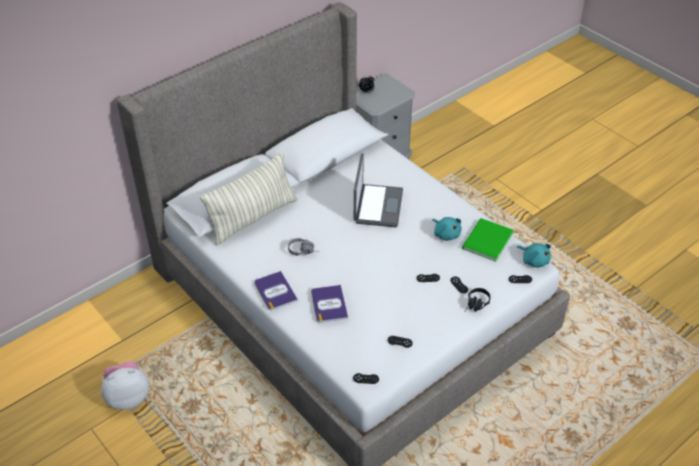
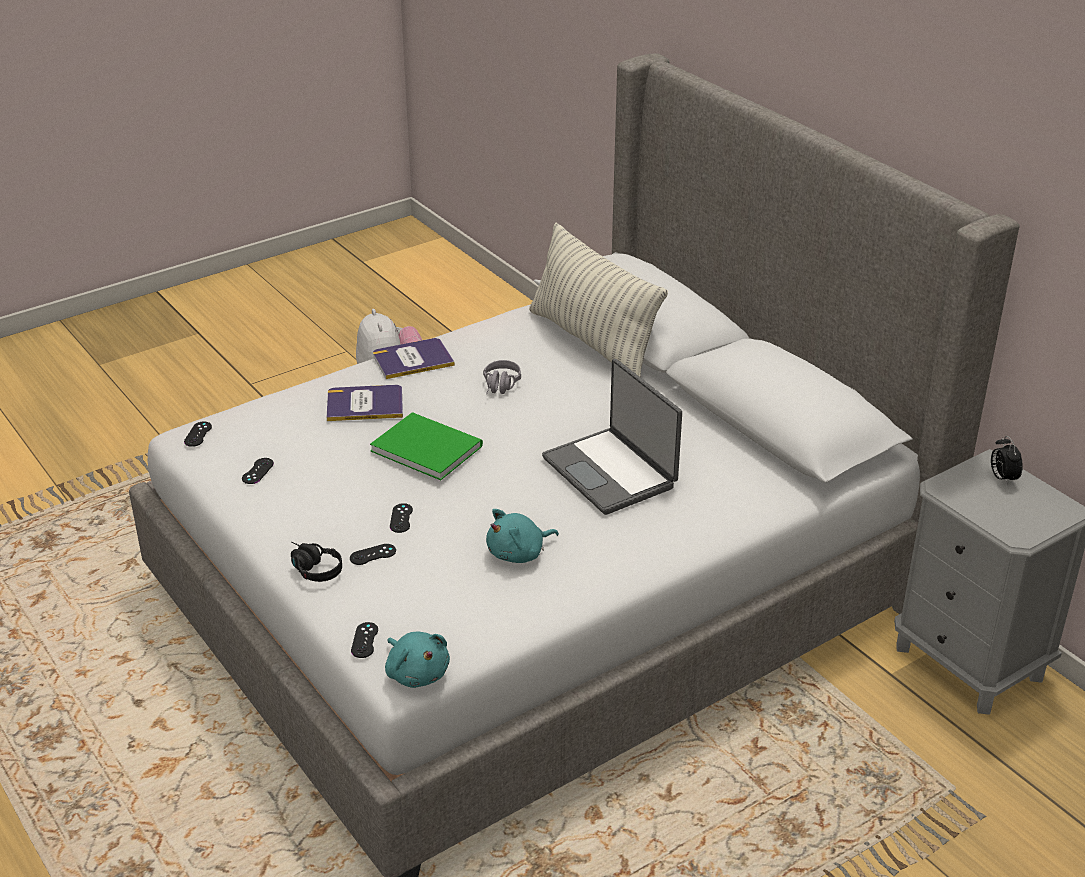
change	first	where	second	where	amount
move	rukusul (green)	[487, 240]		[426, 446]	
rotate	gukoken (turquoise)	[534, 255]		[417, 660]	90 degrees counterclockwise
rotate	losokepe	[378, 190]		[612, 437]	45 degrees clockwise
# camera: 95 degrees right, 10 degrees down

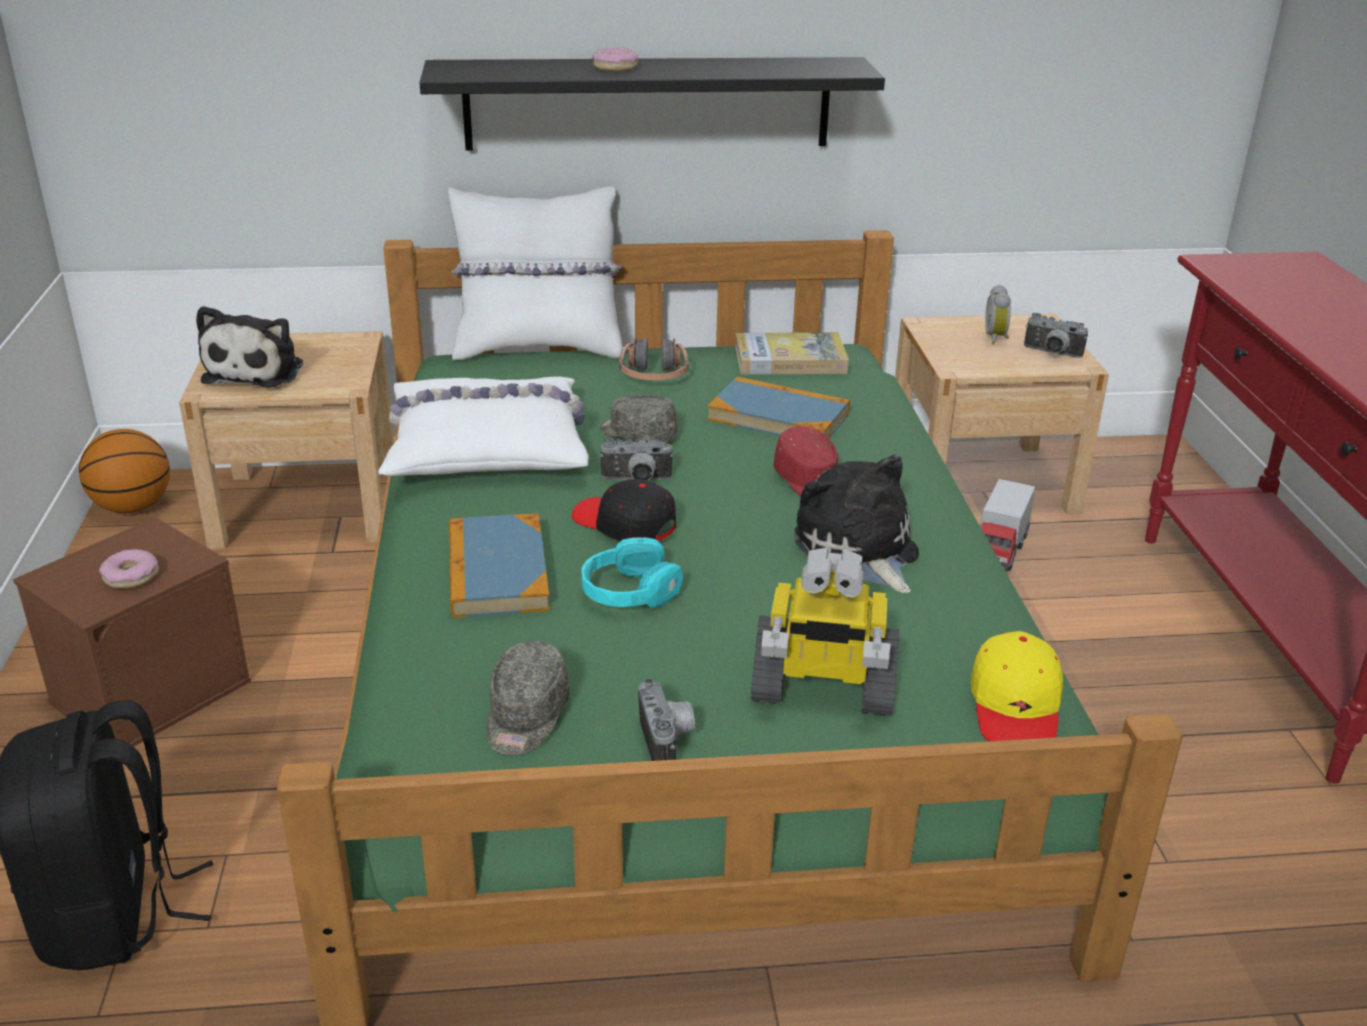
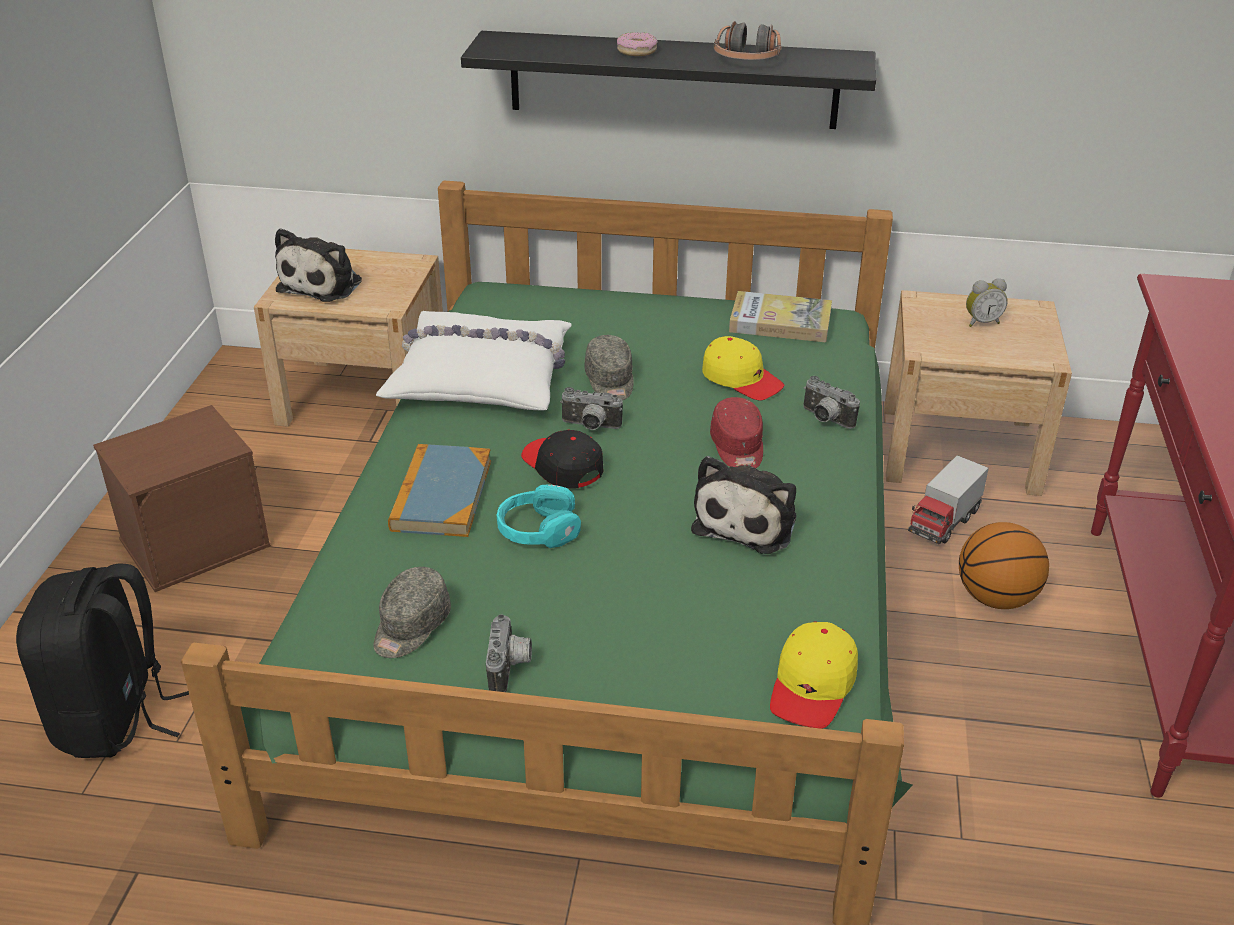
change	first	where	second	where	amount
rotate	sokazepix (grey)	[638, 418]		[609, 367]	150 degrees counterclockwise
rotate	gukoken	[856, 523]		[743, 505]	150 degrees counterclockwise
replace	rukusul	[778, 407]	sokazepix (yellow)	[743, 368]	
move	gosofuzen	[654, 359]		[747, 40]	
move	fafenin	[1056, 335]		[831, 402]	
move	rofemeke	[124, 471]		[1004, 565]	
rotate	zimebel	[998, 314]		[987, 302]	120 degrees counterclockwise
delete	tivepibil	[129, 569]			
delete	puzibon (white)	[535, 273]			
delete	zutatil	[825, 631]			
# camera: 15 degrees right, 5 degrees up

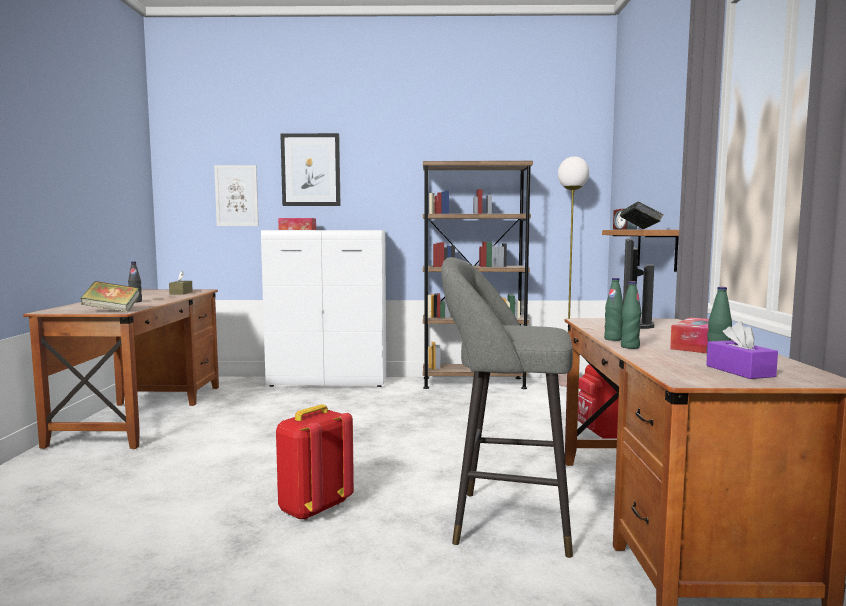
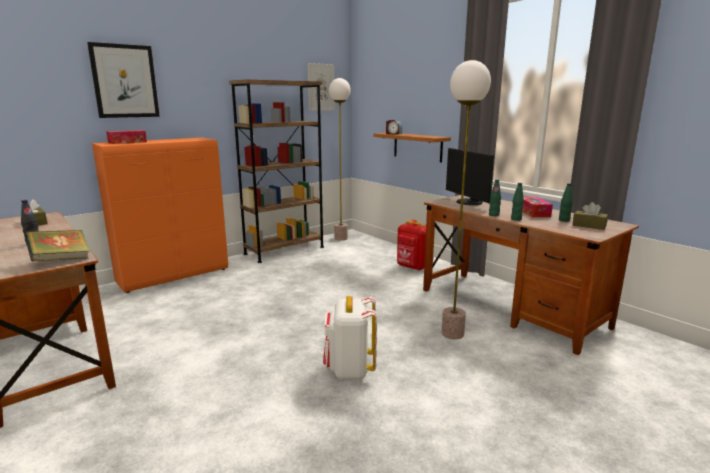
change	first	where	second	where	amount
recolor	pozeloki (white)	[323, 308]	pozeloki (orange)	[160, 215]	
move	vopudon	[236, 195]		[321, 87]	
recolor	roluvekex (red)	[315, 462]	roluvekex (white)	[350, 338]	
replace	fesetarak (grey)	[507, 407]	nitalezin	[466, 199]	
recolor	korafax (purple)	[742, 350]	korafax (brown)	[590, 216]	
delete	rukusul	[642, 215]			
# camera: 40 degrees left, 10 degrees up

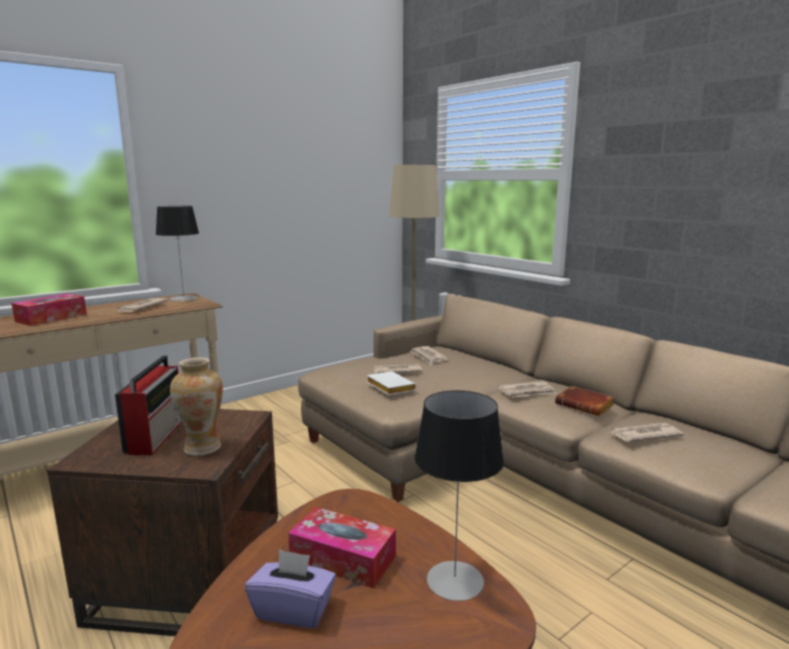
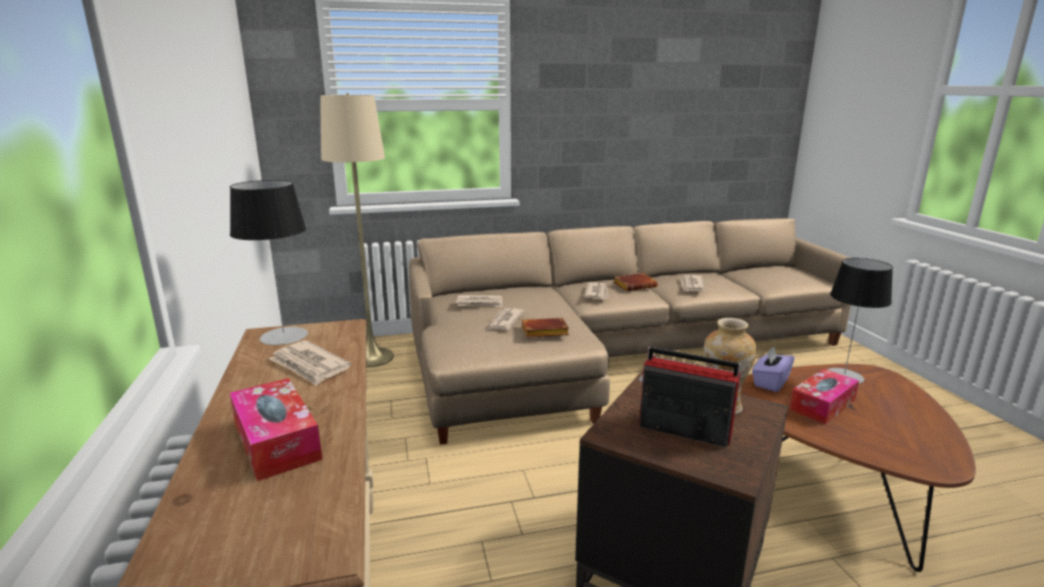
change	first	where	second	where	amount
recolor	rukusul (white)	[391, 383]	rukusul (brown)	[545, 327]	
move	korafax (purple)	[290, 588]		[773, 369]	
# camera: 65 degrees left, 5 degrees up

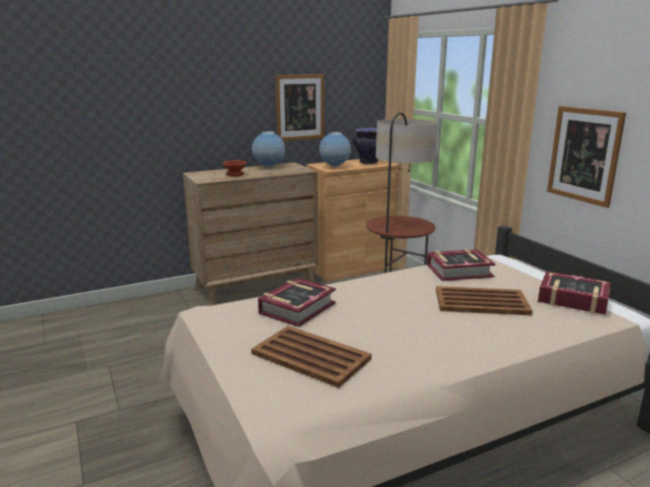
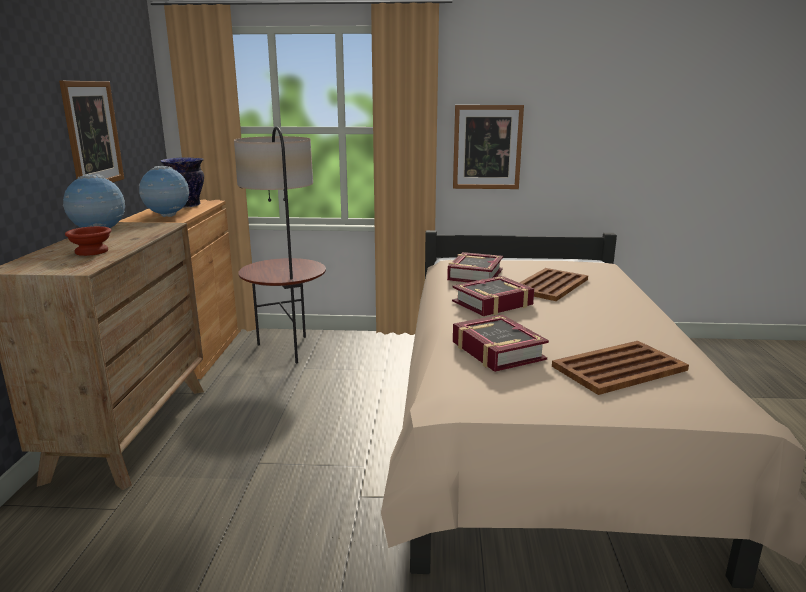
change	first	where	second	where	amount
move	rukusul	[574, 293]		[493, 296]	
# camera: 60 degrees left, 0 degrees up

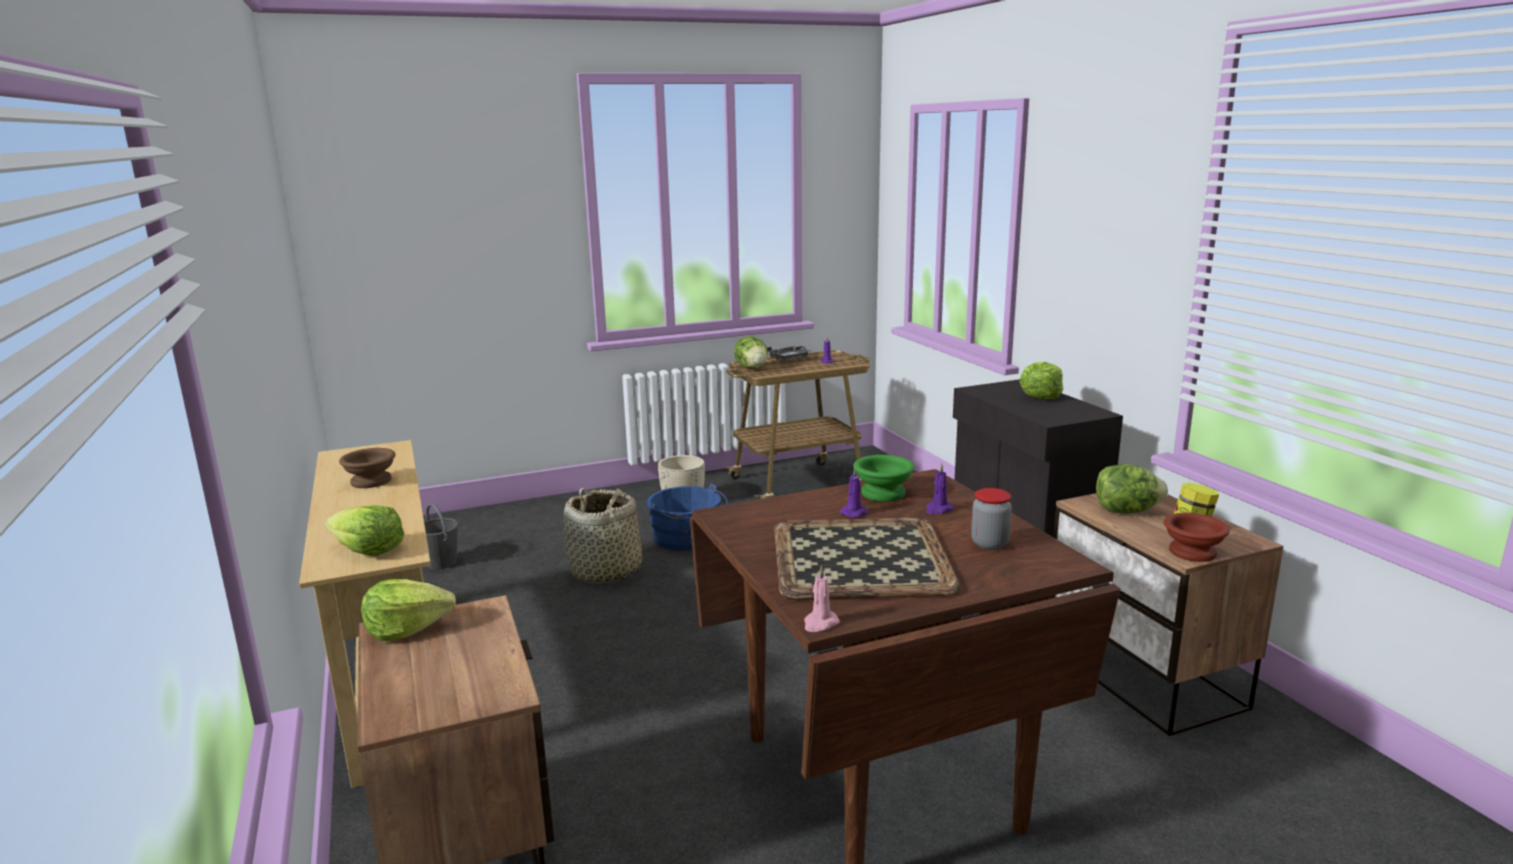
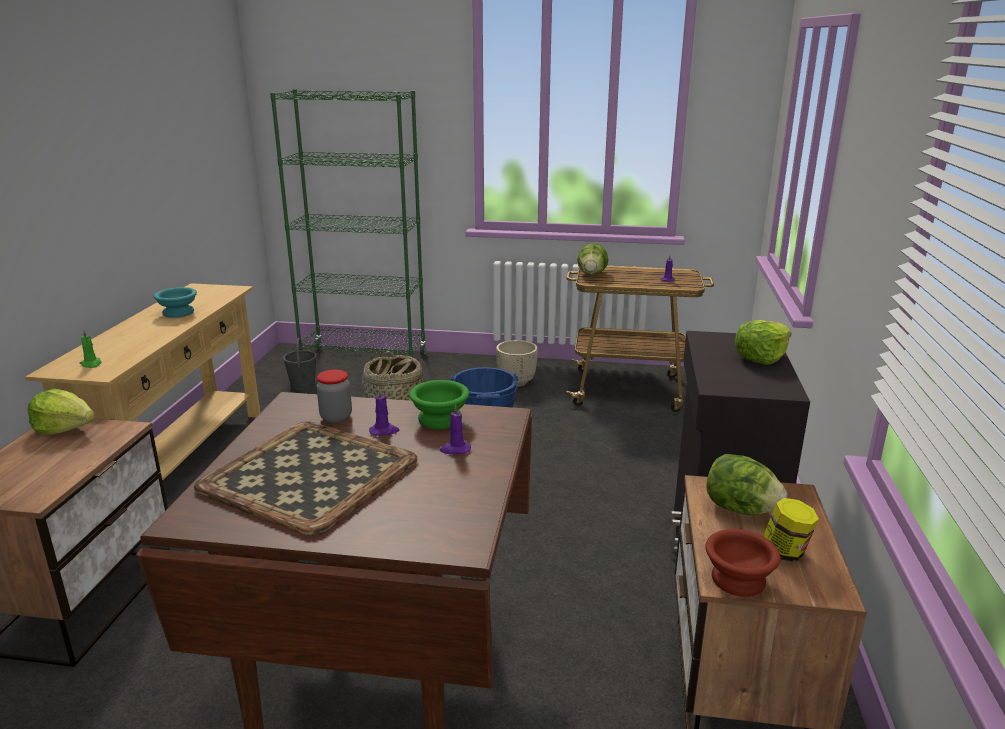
change	first	where	second	where	amount
replace	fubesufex	[364, 530]	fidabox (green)	[90, 348]	
recolor	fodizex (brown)	[367, 468]	fodizex (turquoise)	[175, 302]	
insert			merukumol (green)	[348, 223]	
move	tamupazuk	[991, 519]		[334, 396]	
delete	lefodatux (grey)	[789, 353]			
delete	fidabox (pink)	[822, 598]			
# camera: 30 degrees right, 5 degrees up

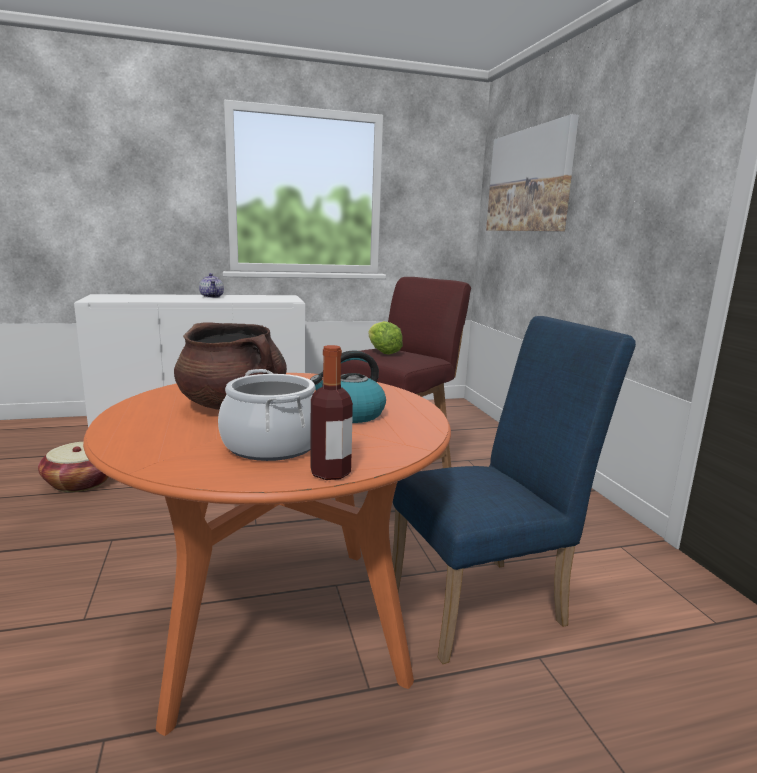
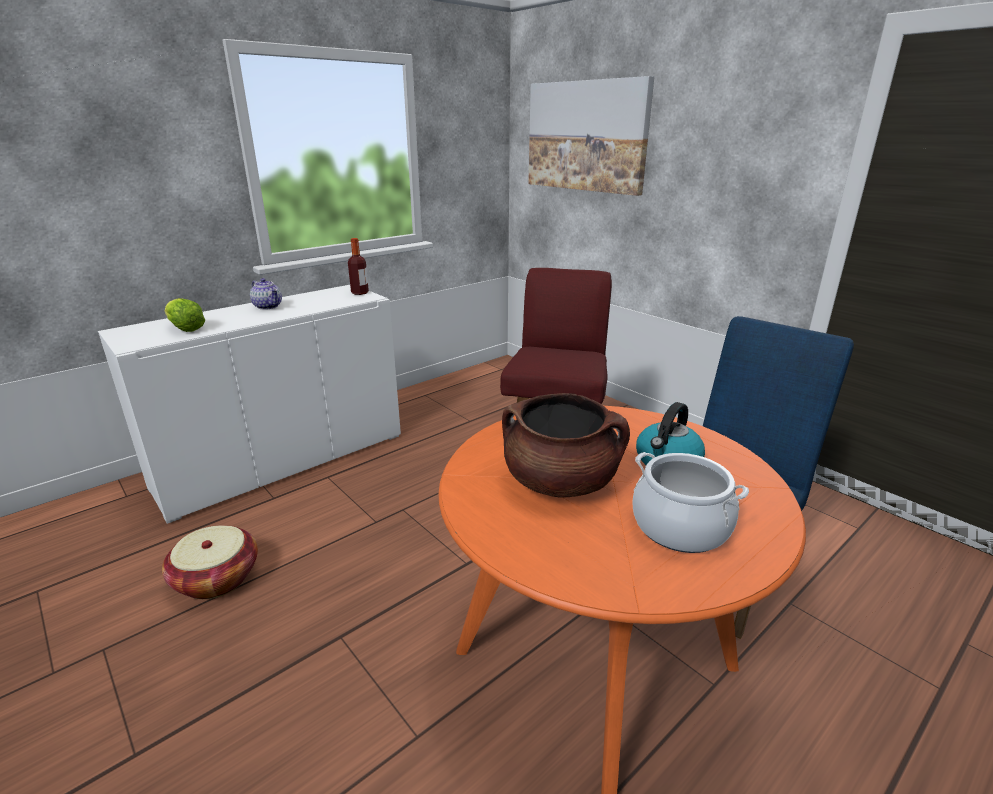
change	first	where	second	where	amount
move	fubesufex	[386, 338]		[185, 315]	
move	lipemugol	[332, 412]		[358, 266]	
# camera: 25 degrees left, 10 degrees up

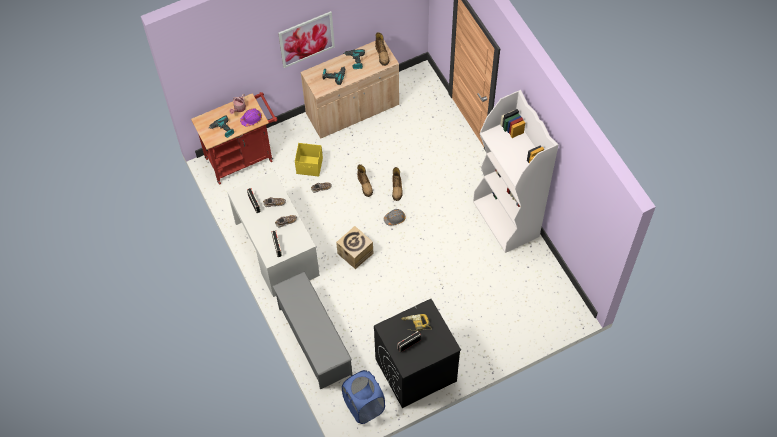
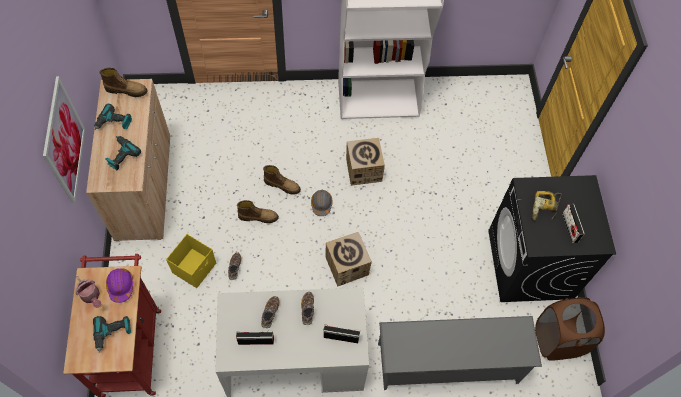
change	first	where	second	where	amount
insert			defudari	[365, 162]	
recolor	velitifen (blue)	[363, 397]	velitifen (brown)	[570, 329]	
# camera: 70 degrees left, 0 degrees up

